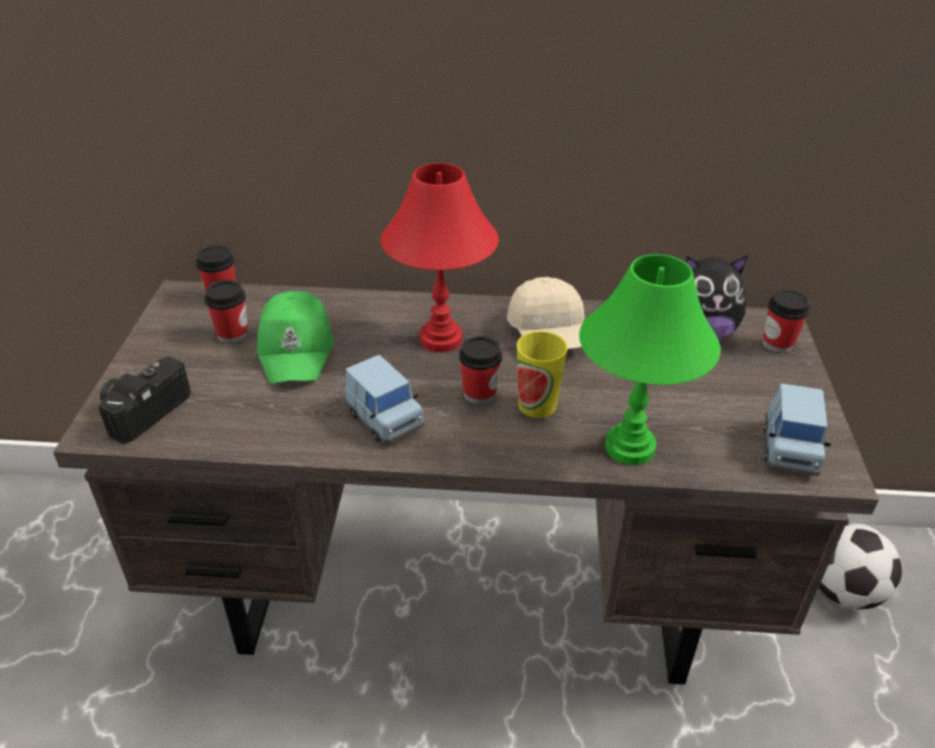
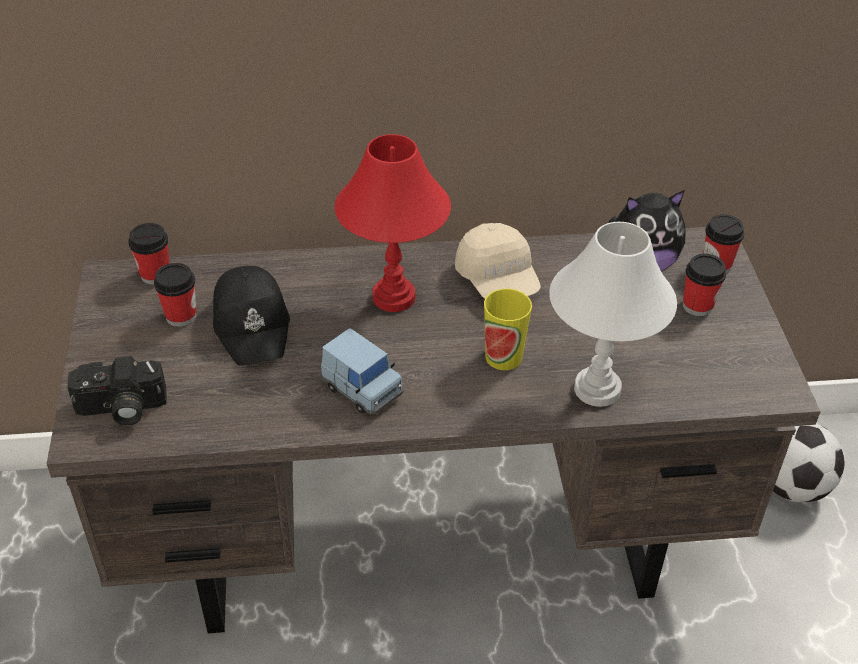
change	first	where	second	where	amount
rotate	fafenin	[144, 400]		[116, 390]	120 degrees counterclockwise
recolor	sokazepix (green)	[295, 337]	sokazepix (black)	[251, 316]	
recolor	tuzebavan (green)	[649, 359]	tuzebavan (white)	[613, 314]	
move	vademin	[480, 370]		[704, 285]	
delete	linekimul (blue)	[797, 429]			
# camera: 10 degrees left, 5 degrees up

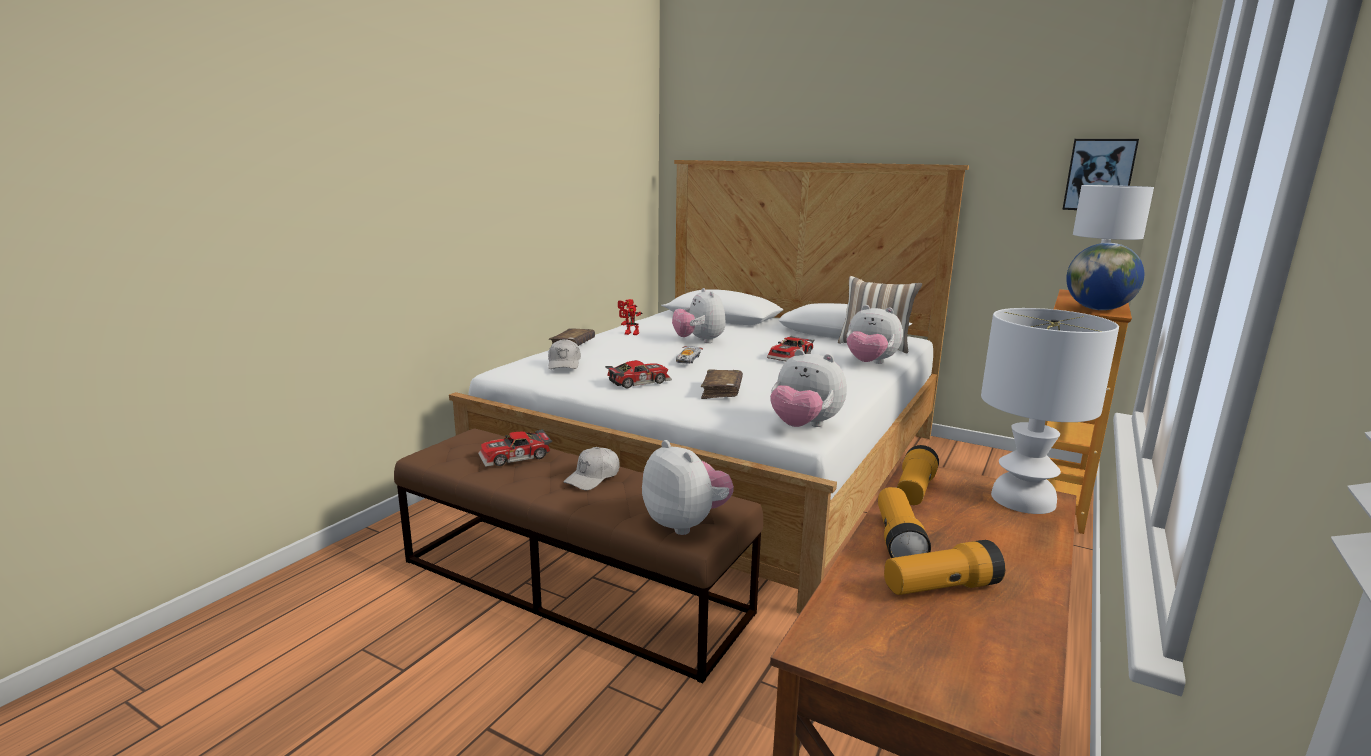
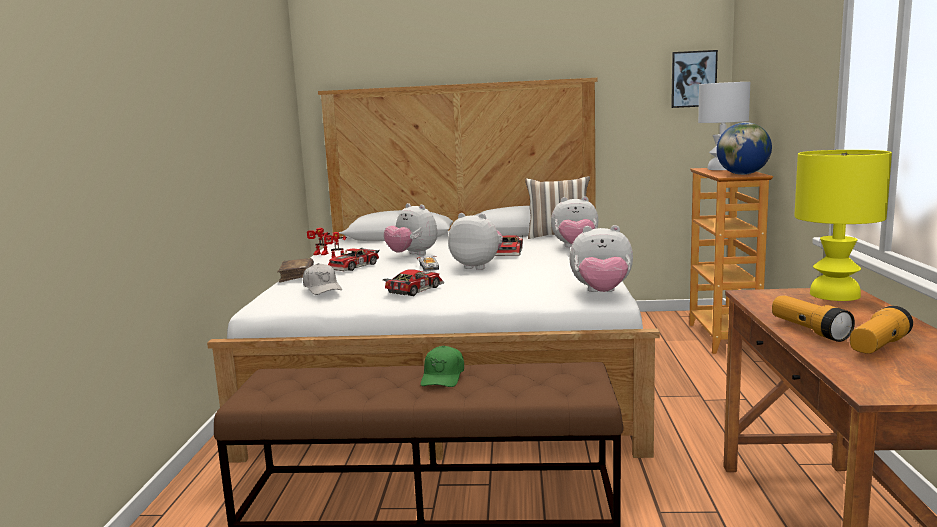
change	first	where	second	where	amount
move	linekimul	[515, 448]		[354, 259]	
recolor	sokazepix (white)	[591, 468]	sokazepix (green)	[442, 366]	
move	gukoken	[688, 487]		[475, 241]	
recolor	tuzebavan (white)	[1050, 411]	tuzebavan (yellow)	[843, 225]	
delete	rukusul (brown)	[722, 384]			
delete	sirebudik	[918, 475]			
# camera: 25 degrees left, 5 degrees down

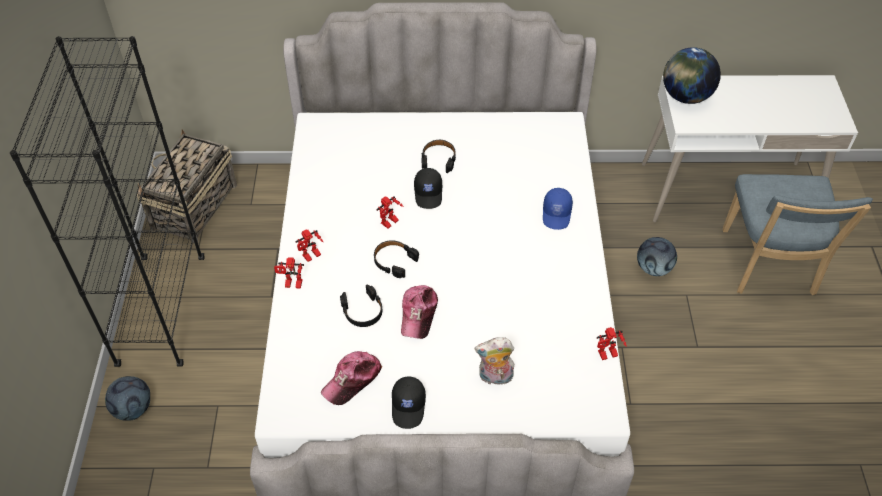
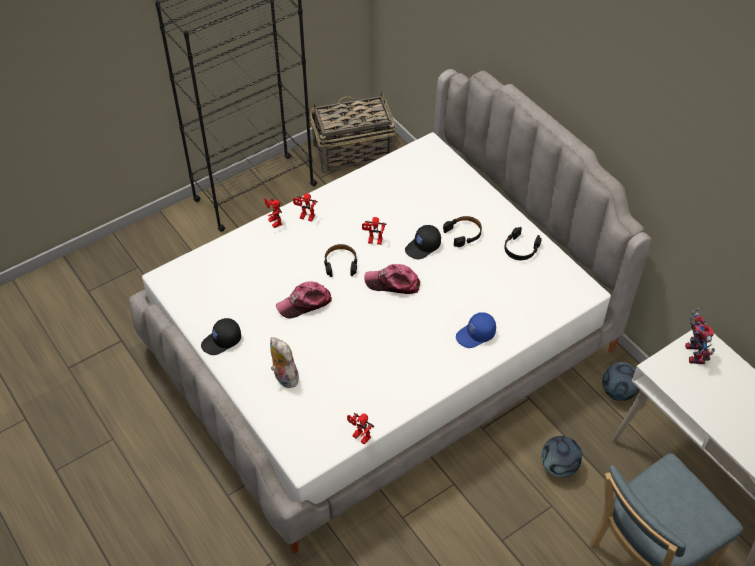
change	first	where	second	where	amount
move	sokazepix	[351, 378]		[392, 279]	
move	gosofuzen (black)	[361, 305]		[523, 243]	
move	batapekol	[127, 398]		[621, 381]	
replace	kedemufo	[692, 75]	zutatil	[700, 336]	
# camera: 55 degrees right, 0 degrees up

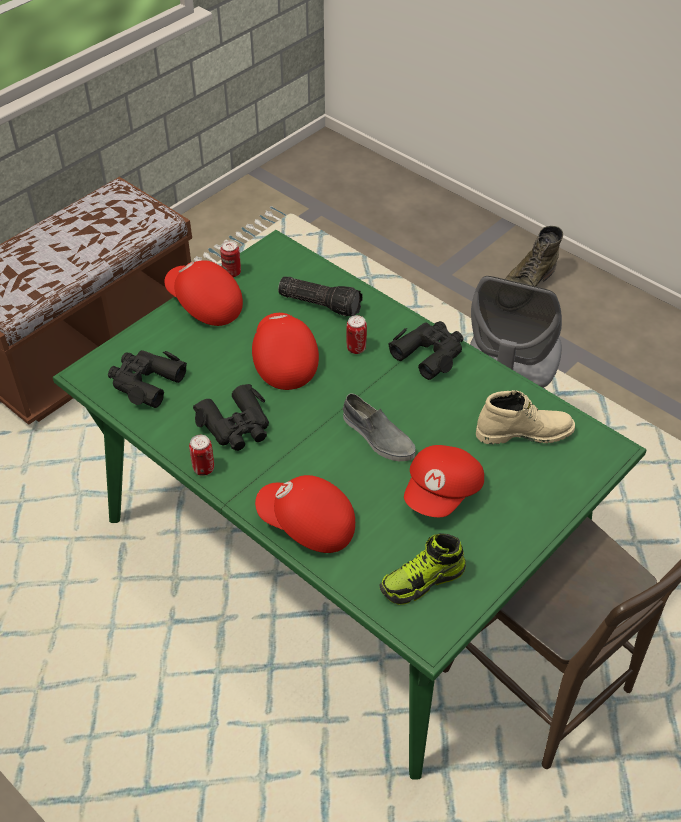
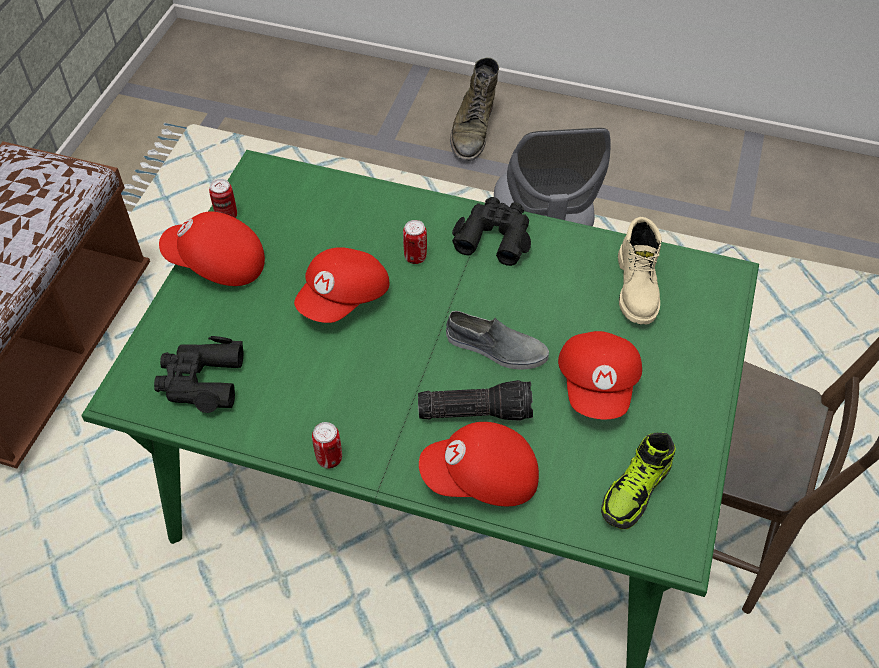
change	first	where	second	where	amount
rotate	sokazepix (red)	[285, 351]		[342, 285]	105 degrees counterclockwise
move	sirebudik	[320, 296]		[475, 400]	
rotate	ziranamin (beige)	[525, 417]		[640, 271]	120 degrees clockwise
delete	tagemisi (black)	[231, 417]			
# camera: 25 degrees left, 5 degrees up

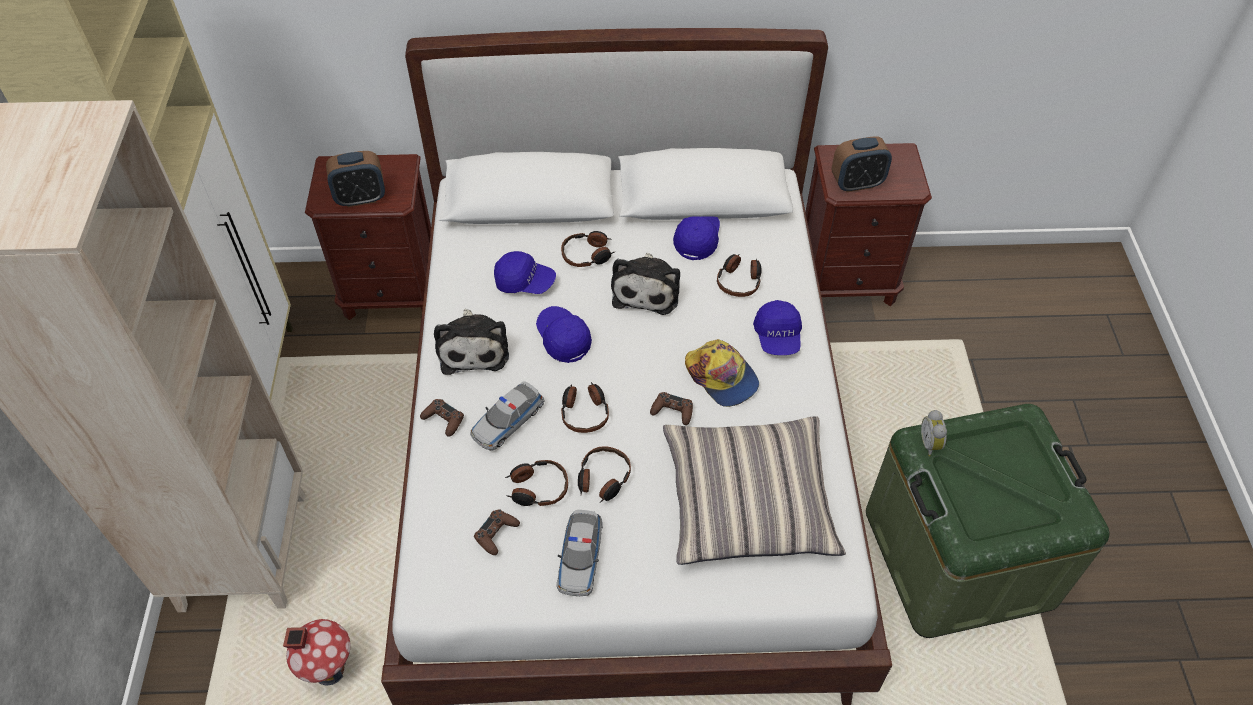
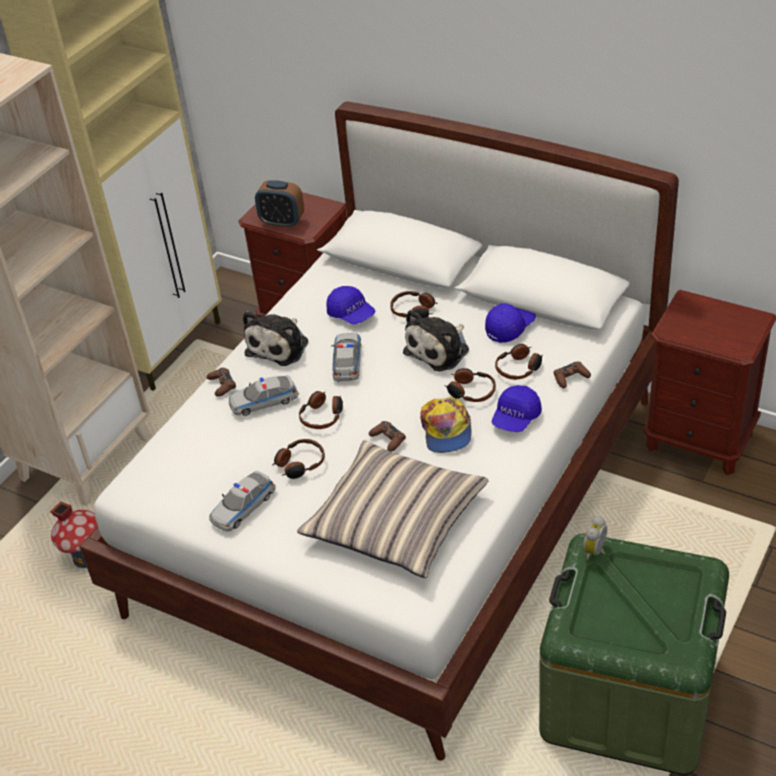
change	first	where	second	where	amount
replace	sokazepix (blue)	[564, 334]	linekimul	[346, 357]	
move	gosofuzen	[536, 483]		[470, 385]	
move	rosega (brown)	[497, 532]		[572, 374]	
delete	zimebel	[861, 164]			
# camera: 35 degrees right, 10 degrees down

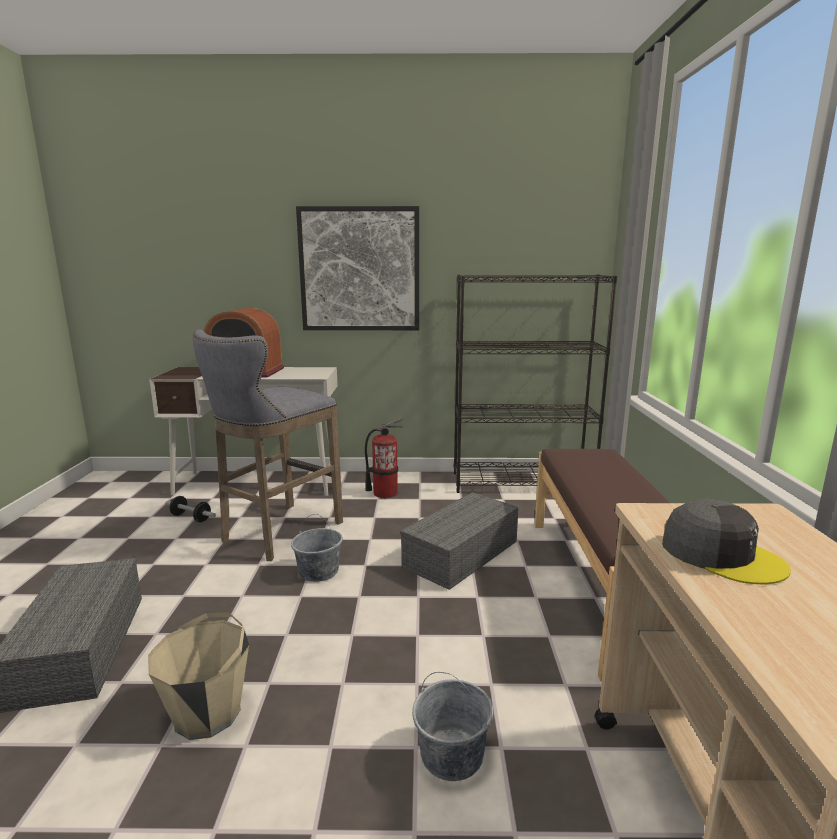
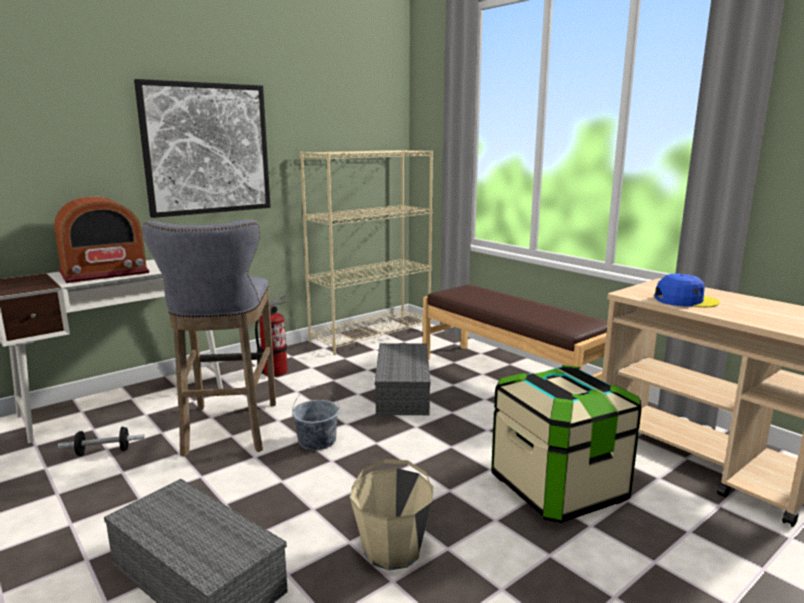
change	first	where	second	where	amount
recolor	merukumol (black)	[535, 383]	merukumol (beige)	[366, 252]	
replace	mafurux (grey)	[453, 726]	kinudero	[566, 444]	
recolor	sokazepix (grey)	[726, 541]	sokazepix (blue)	[687, 290]	
# camera: 40 degrees left, 0 degrees up

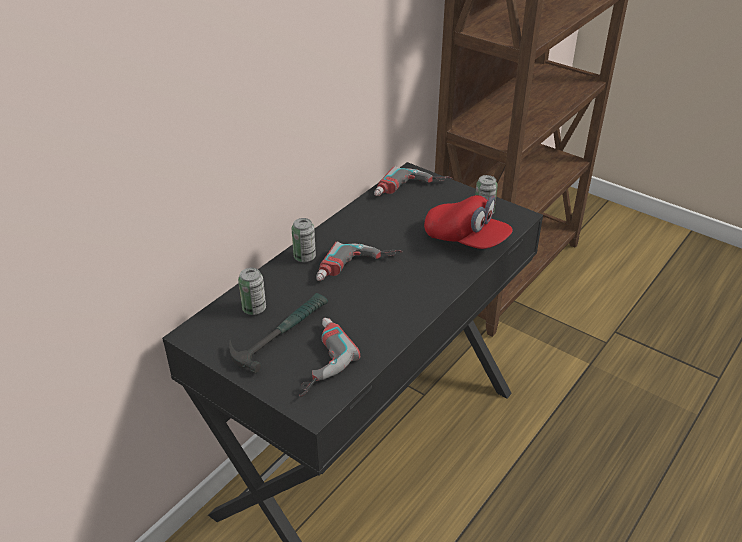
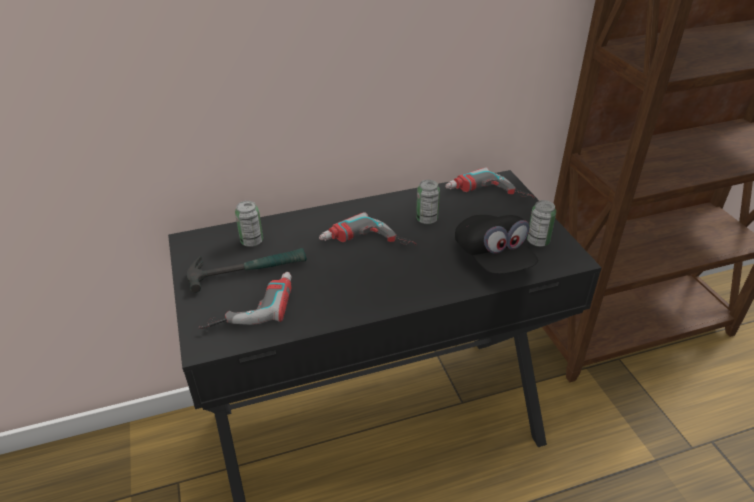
change	first	where	second	where	amount
move	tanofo	[304, 240]		[428, 202]	
recolor	sokazepix (red)	[468, 222]	sokazepix (black)	[496, 244]	
# camera: 35 degrees right, 0 degrees up

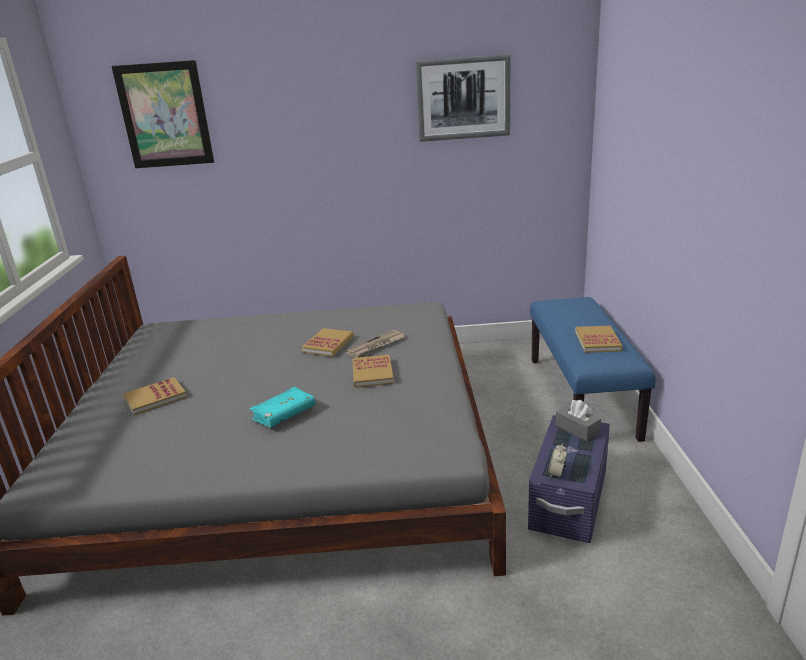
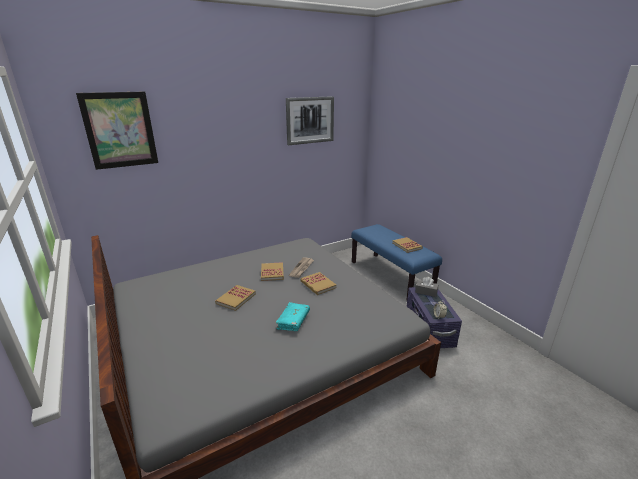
change	first	where	second	where	amount
move	rukusul	[155, 396]		[235, 298]	
# camera: 30 degrees left, 0 degrees up

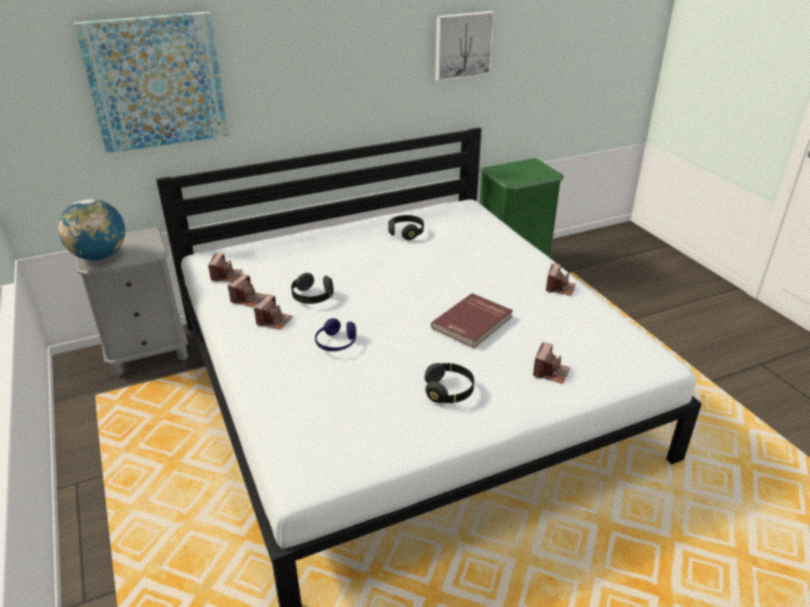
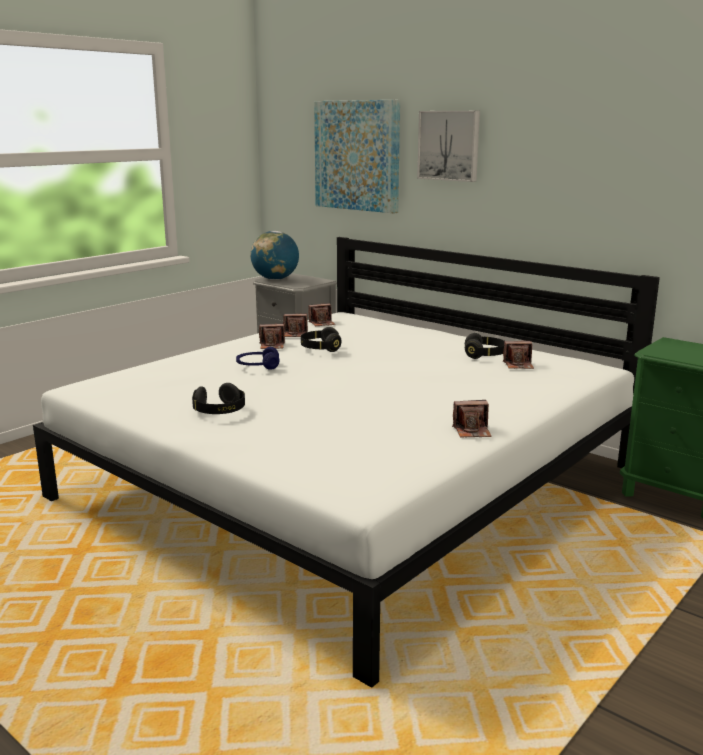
change	first	where	second	where	amount
move	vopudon	[465, 46]		[448, 146]	
move	fafenin	[551, 363]		[518, 355]	
delete	rukusul (red)	[472, 320]			
# camera: 65 degrees right, 15 degrees down

